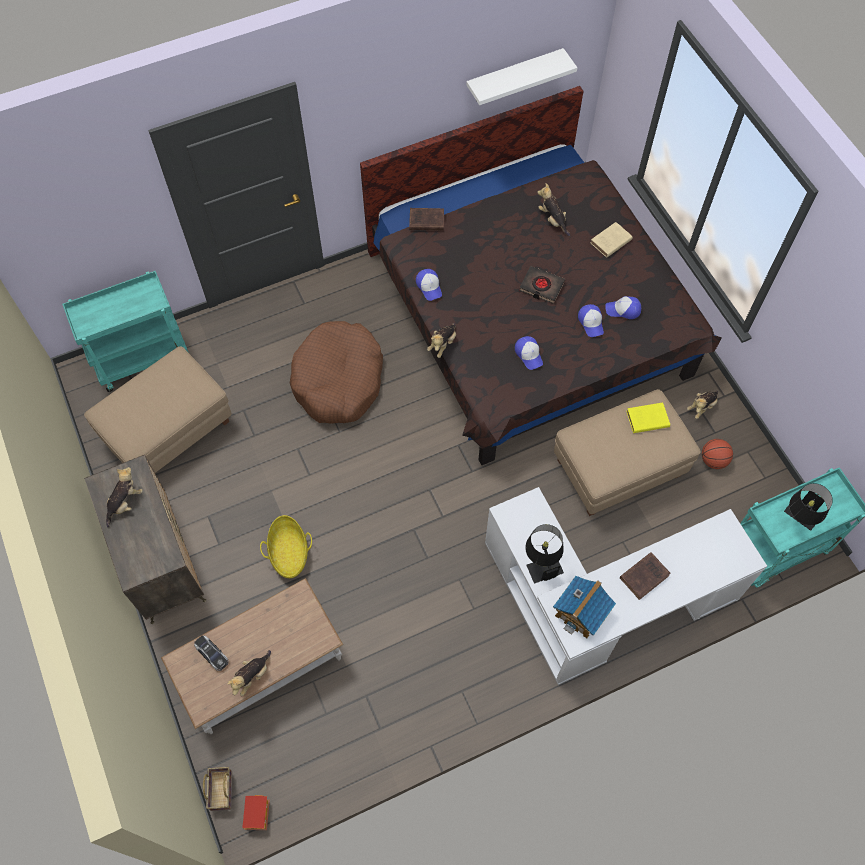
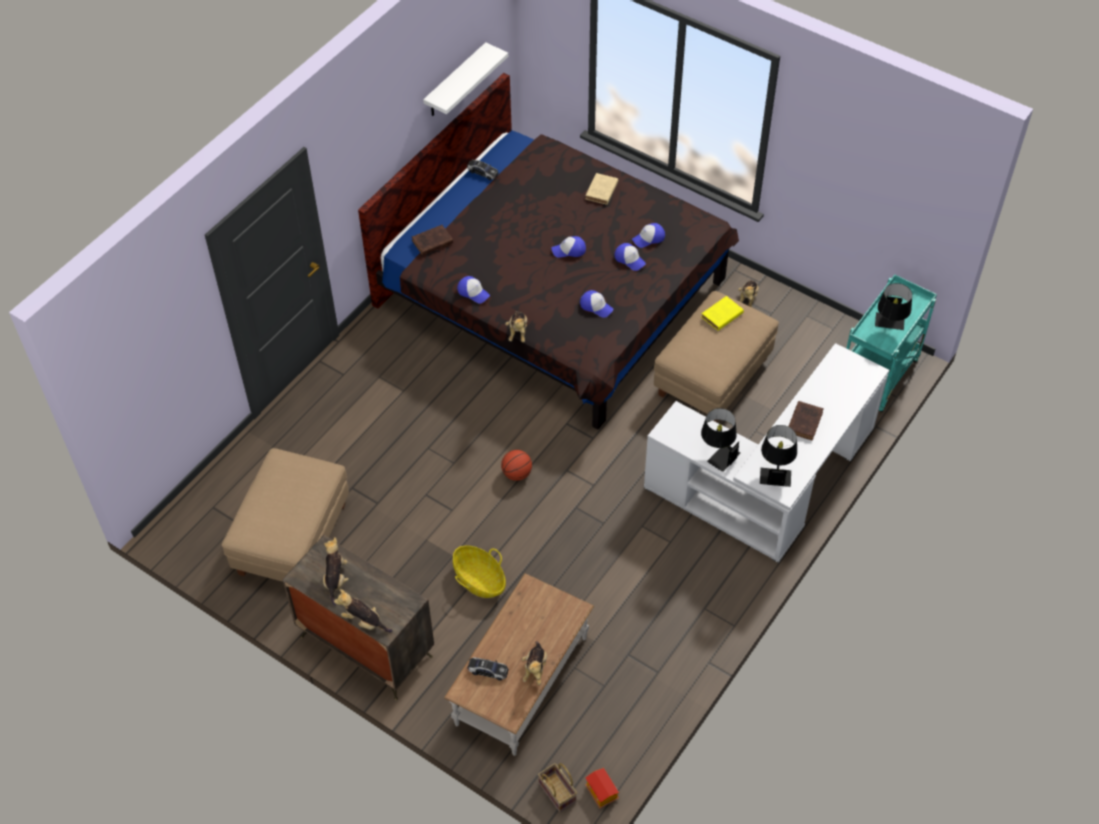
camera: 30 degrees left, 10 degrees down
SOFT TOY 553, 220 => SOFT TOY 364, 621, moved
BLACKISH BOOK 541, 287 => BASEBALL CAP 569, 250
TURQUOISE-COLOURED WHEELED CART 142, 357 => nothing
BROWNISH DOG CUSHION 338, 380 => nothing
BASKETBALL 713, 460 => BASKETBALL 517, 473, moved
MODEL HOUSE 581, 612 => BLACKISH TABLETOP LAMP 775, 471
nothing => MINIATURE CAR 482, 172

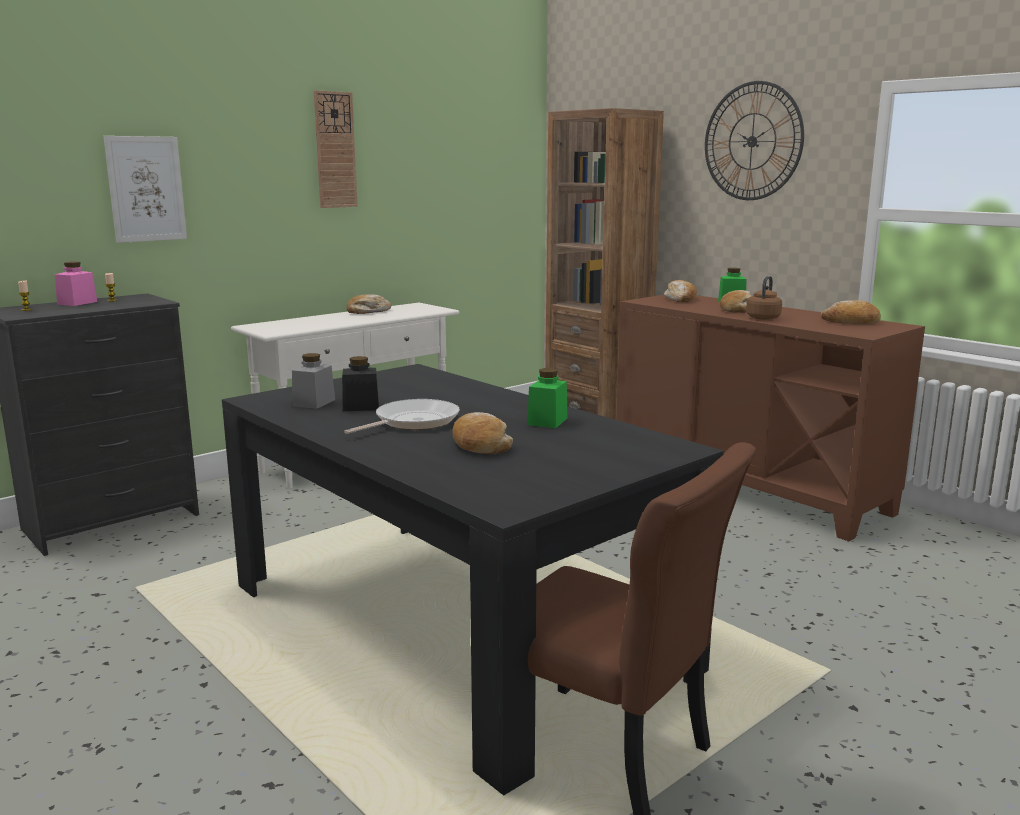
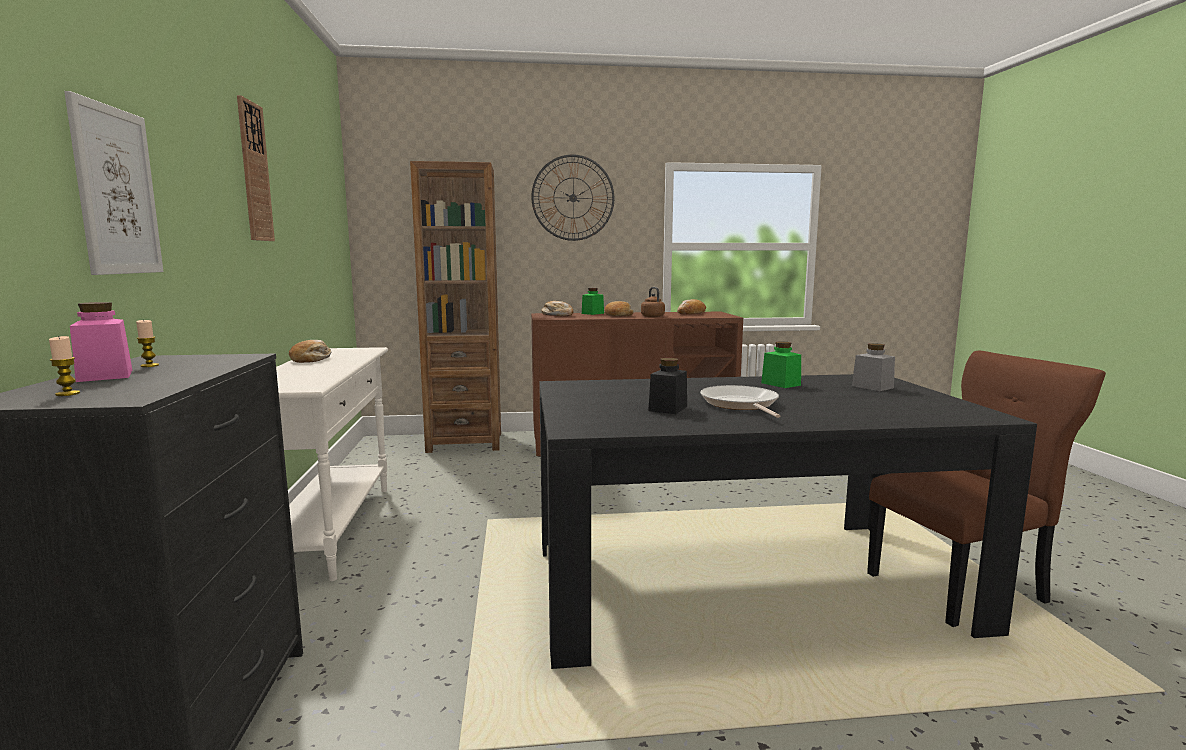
camera: 55 degrees left, 5 degrees down
GREY STORAGE JAR 314, 403 => GREY STORAGE JAR 872, 387, moved
BREAD 480, 445 => nothing

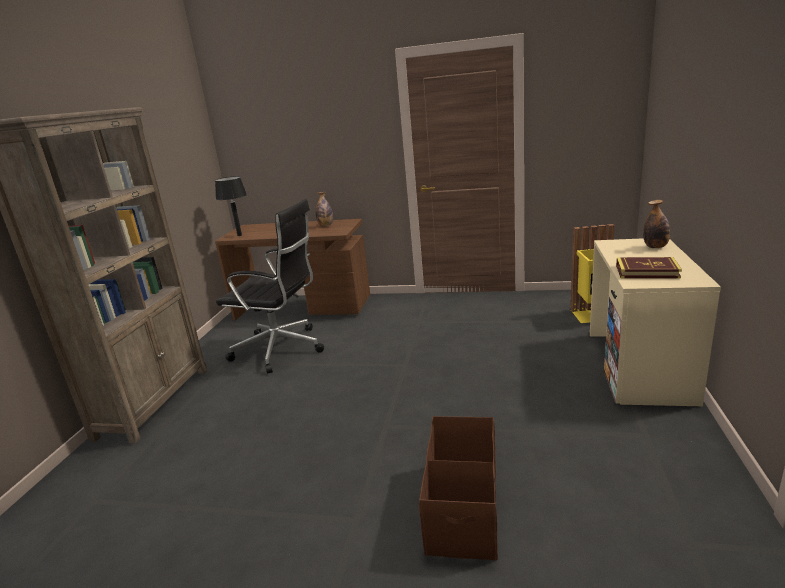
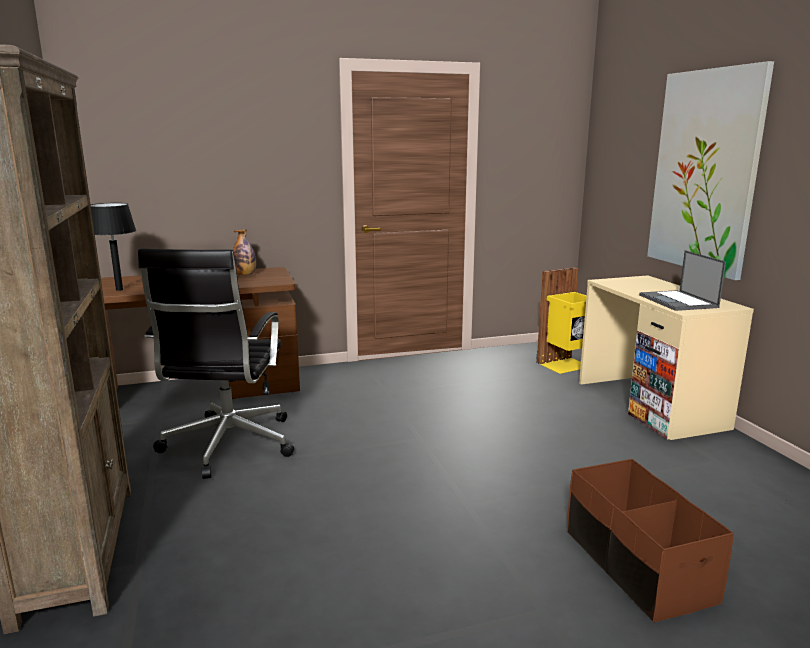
camera: 30 degrees left, 5 degrees down
BLACKISH DESK CHAIR 281, 349 => BLACKISH DESK CHAIR 227, 446, 105 degrees clockwise
BEVERAGE BOTTLE 655, 247 => nothing
BOOK 646, 271 => LAPTOP 678, 301
nothing => WALL PICTURE 704, 172

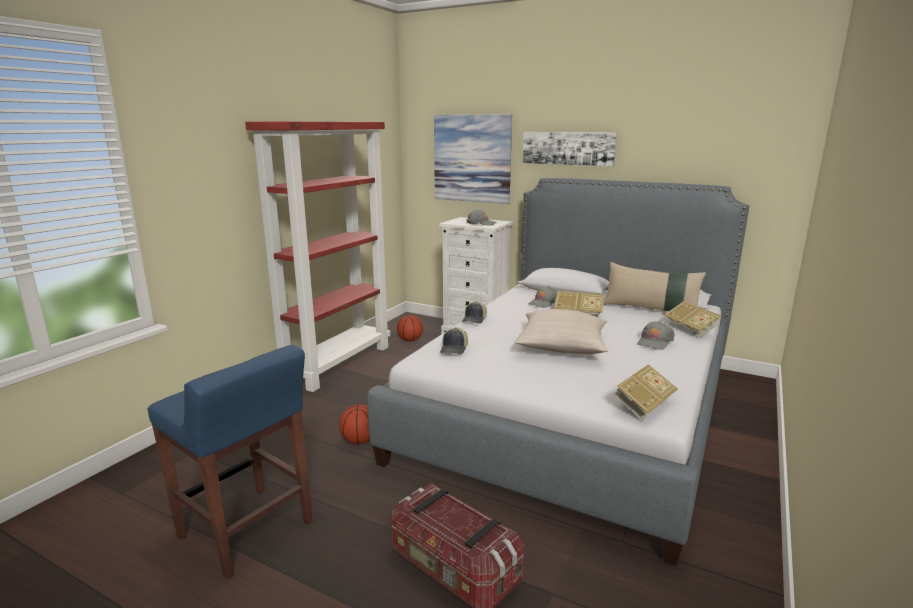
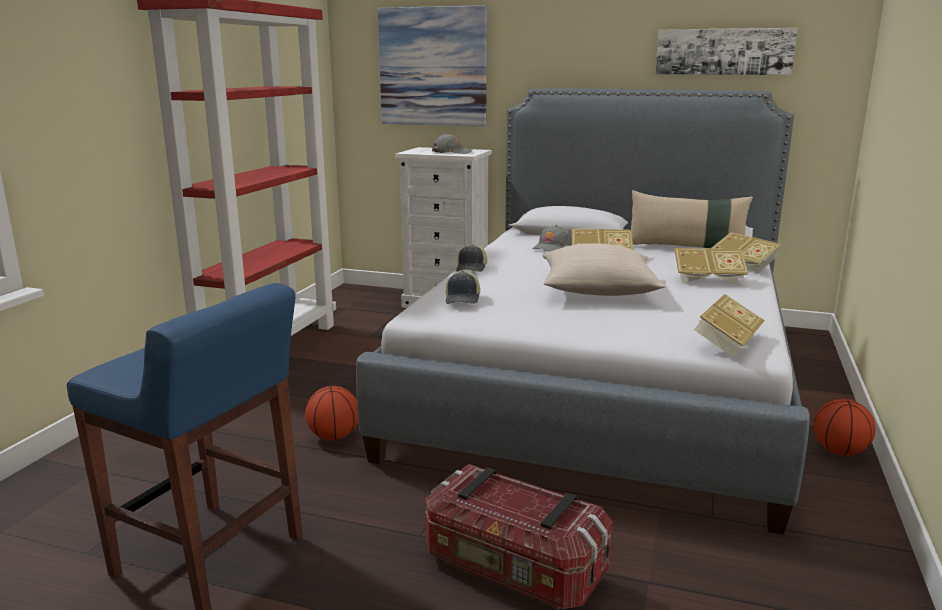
camera: 10 degrees left, 0 degrees up
WALL PICTURE 568, 148 => WALL PICTURE 723, 51, moved
BASKETBALL 410, 340 => BASKETBALL 840, 452, moved
GREY BASEBALL CAP 654, 342 => BOOK 707, 280

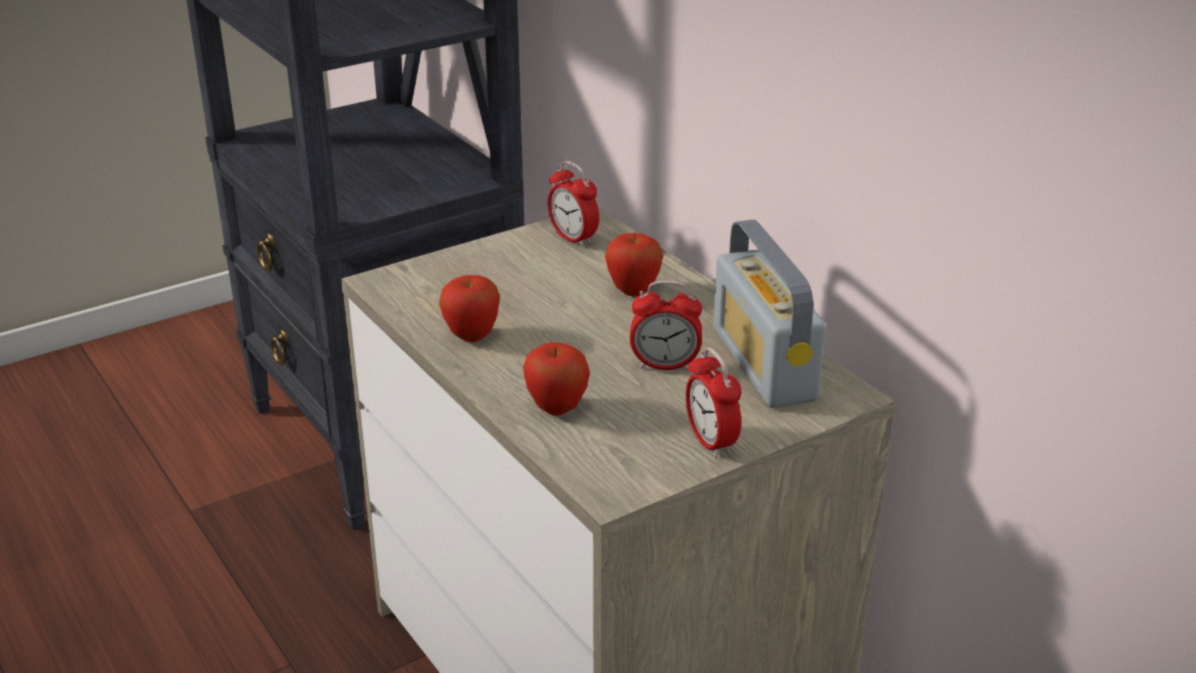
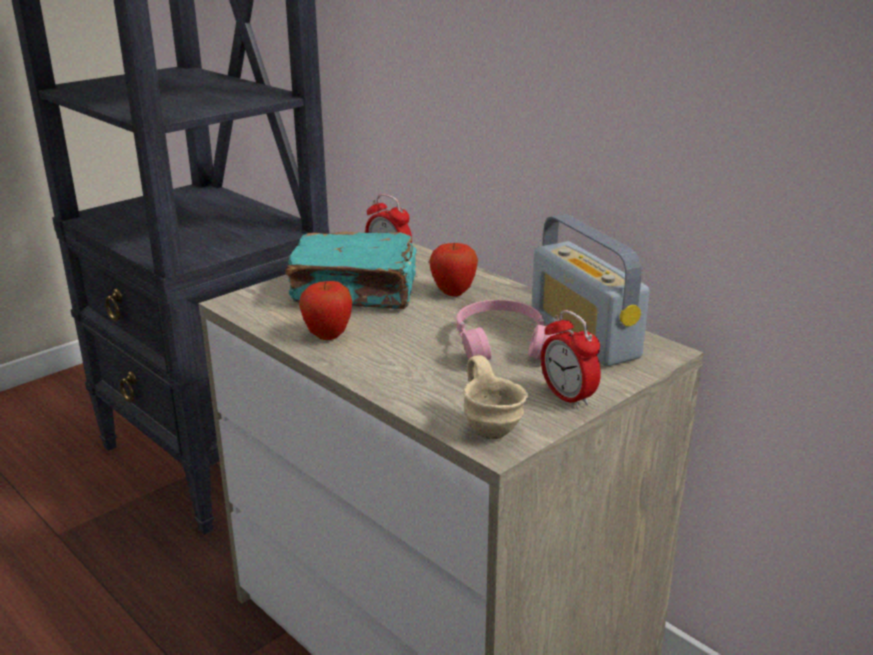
camera: 10 degrees left, 5 degrees down
BEDSIDE CLOCK 665, 366 => PINK PAIR OF HEADPHONES 502, 343
APPLE FRUIT 556, 409 => nothing
nothing => TURQUOISE-COLOURED BOOK 356, 293
nothing => SAND-COLOURED MUG 493, 428

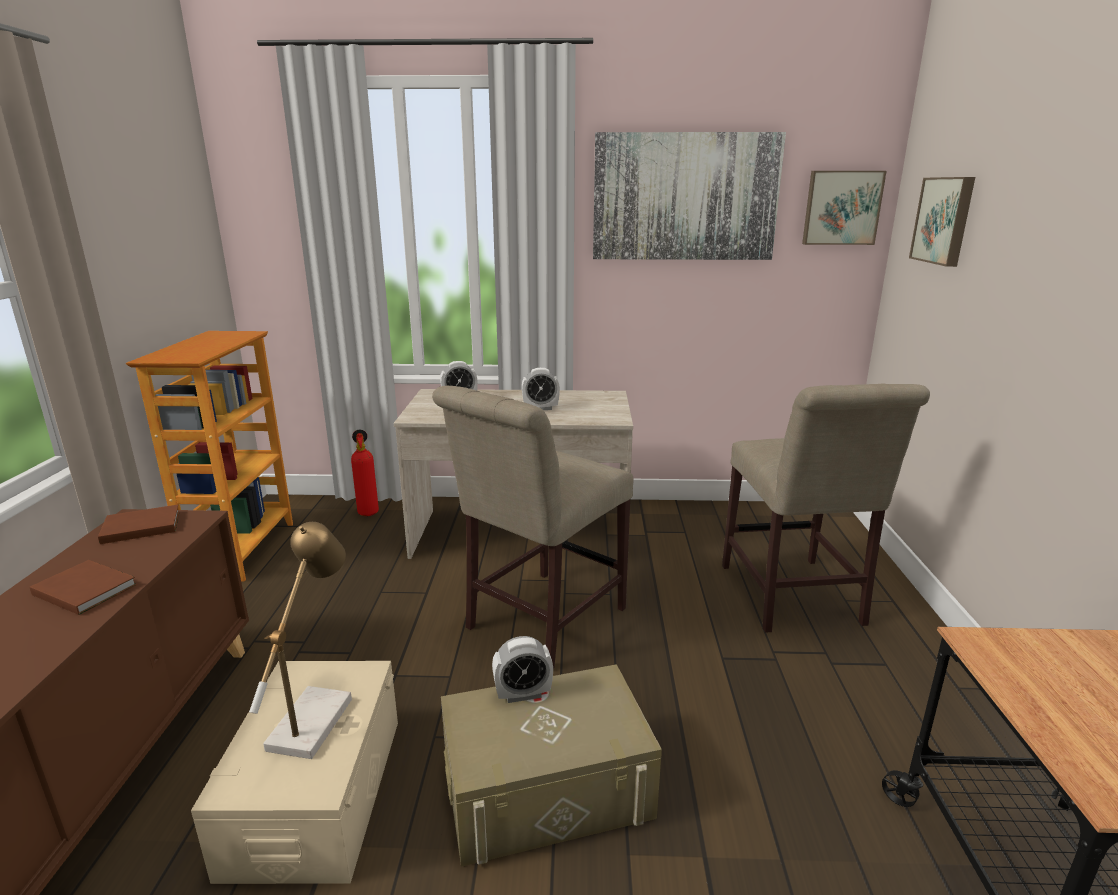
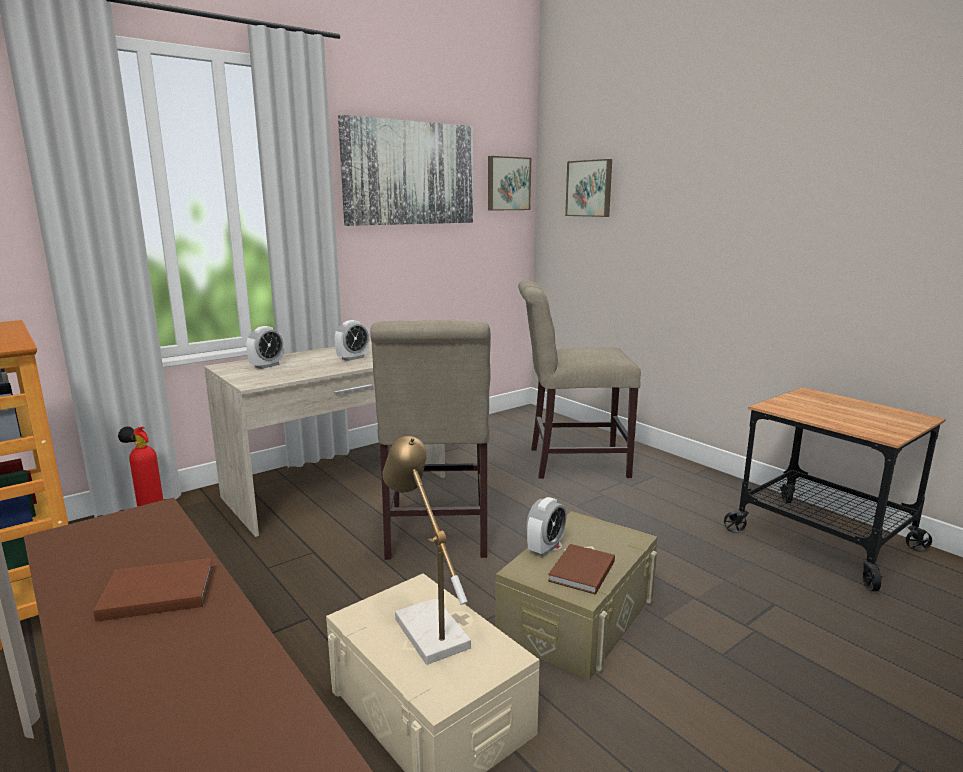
camera: 40 degrees left, 5 degrees down
SAND-COLOURED UPRIGHT CHAIR 793, 599 => SAND-COLOURED UPRIGHT CHAIR 571, 462, 135 degrees clockwise
BROWNISH BOOK 139, 527 => BROWNISH BOOK 580, 572, moved

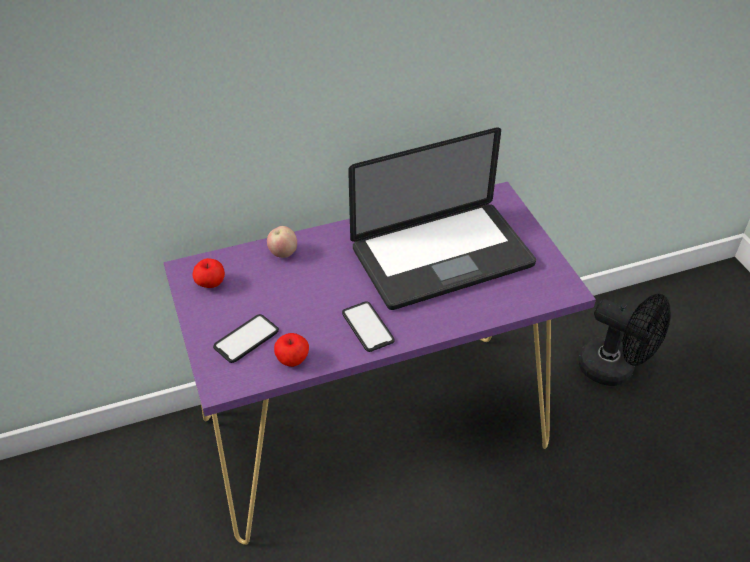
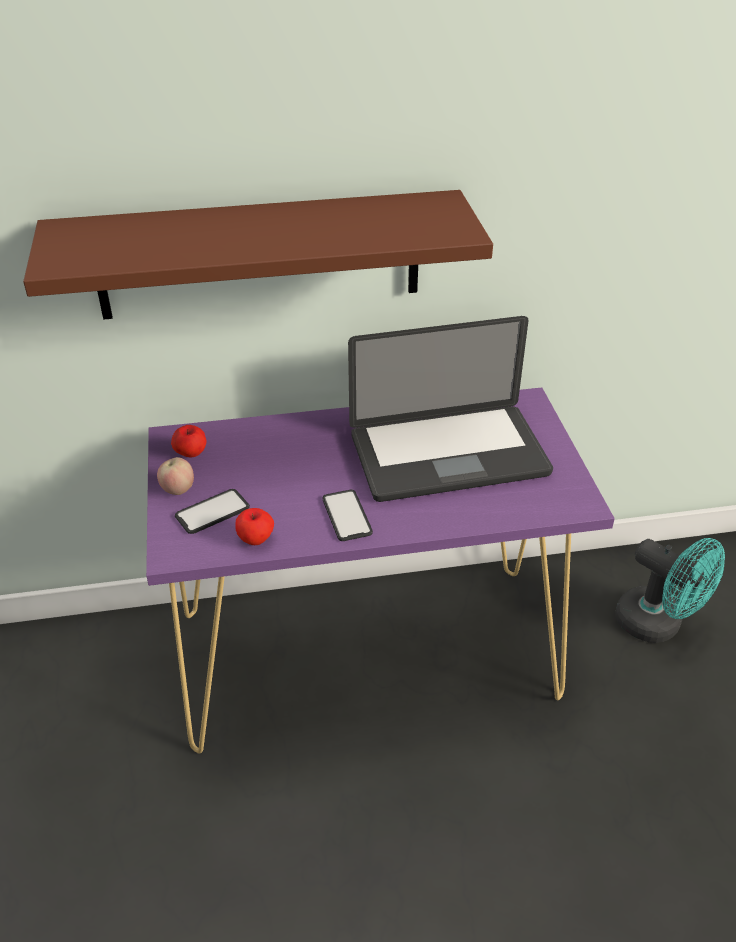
camera: 10 degrees right, 5 degrees down
APPLE FRUIT 283, 253 => APPLE FRUIT 178, 490, moved
BLACKISH COOLING FAN 615, 369 => TURQUOISE-COLOURED COOLING FAN 658, 625
nothing => BROWNISH WALL SHELF 259, 255

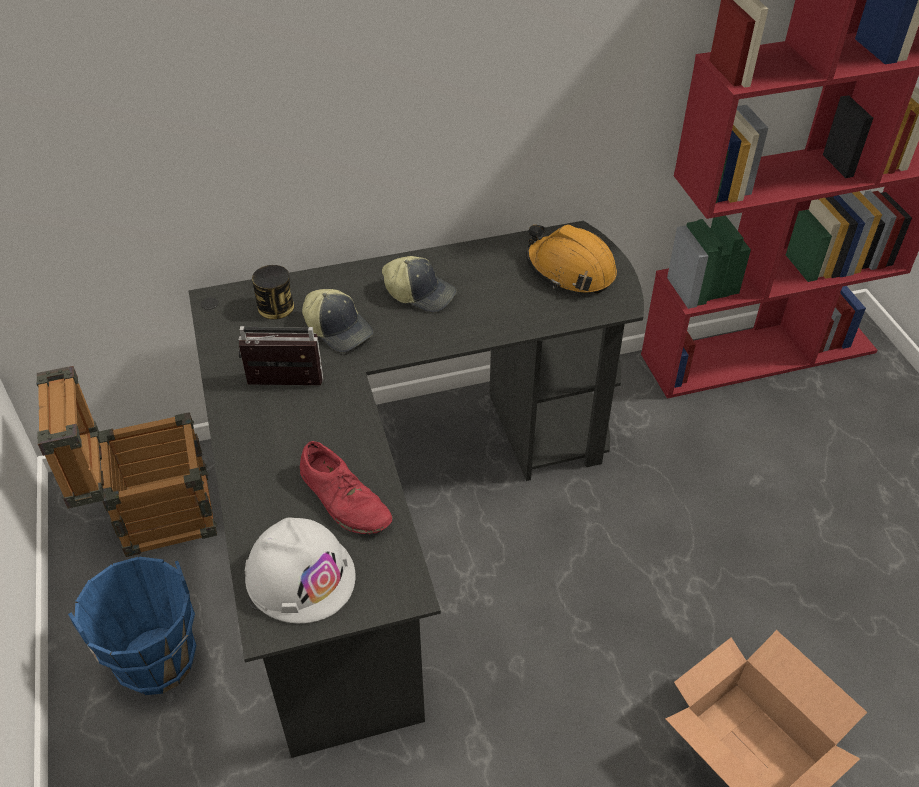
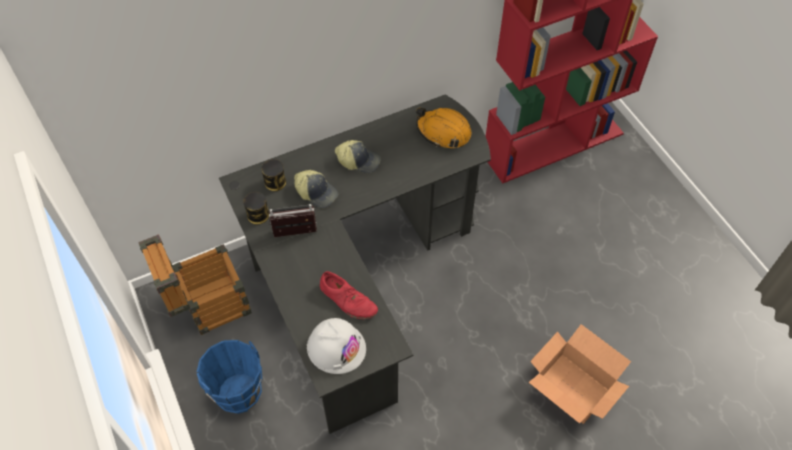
camera: 10 degrees left, 10 degrees up
nothing => METAL CAN 258, 215

